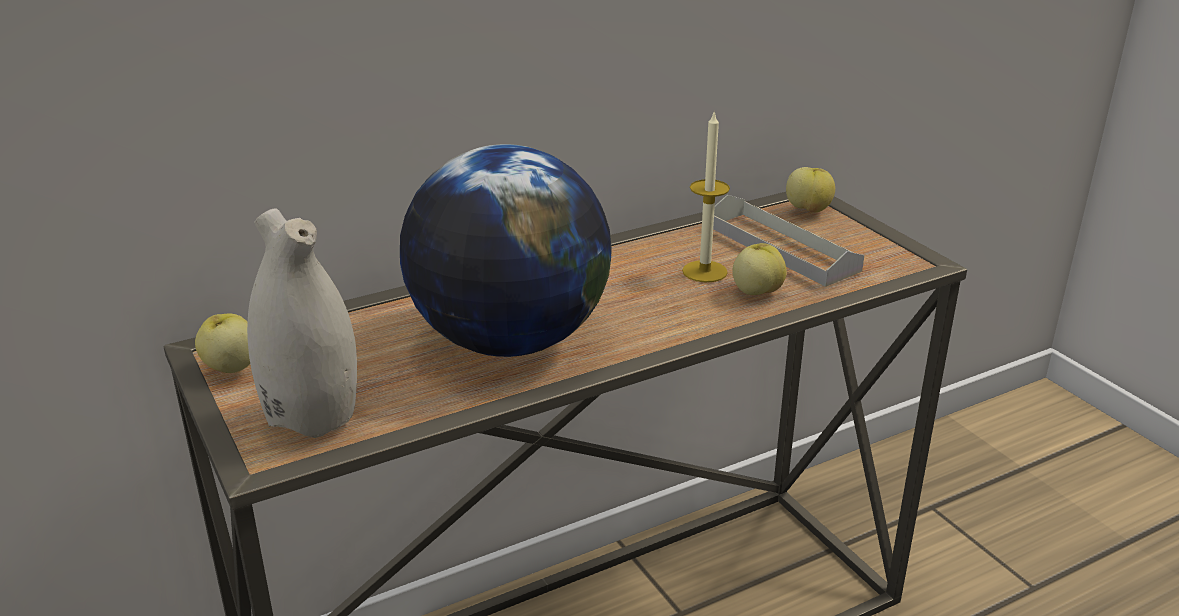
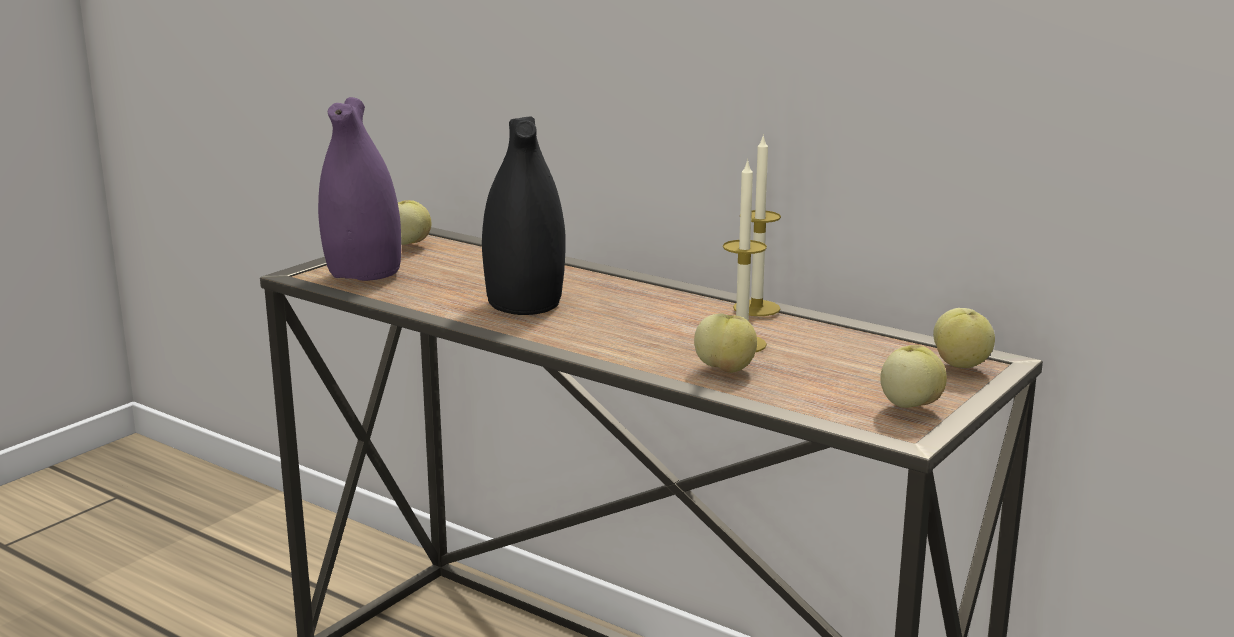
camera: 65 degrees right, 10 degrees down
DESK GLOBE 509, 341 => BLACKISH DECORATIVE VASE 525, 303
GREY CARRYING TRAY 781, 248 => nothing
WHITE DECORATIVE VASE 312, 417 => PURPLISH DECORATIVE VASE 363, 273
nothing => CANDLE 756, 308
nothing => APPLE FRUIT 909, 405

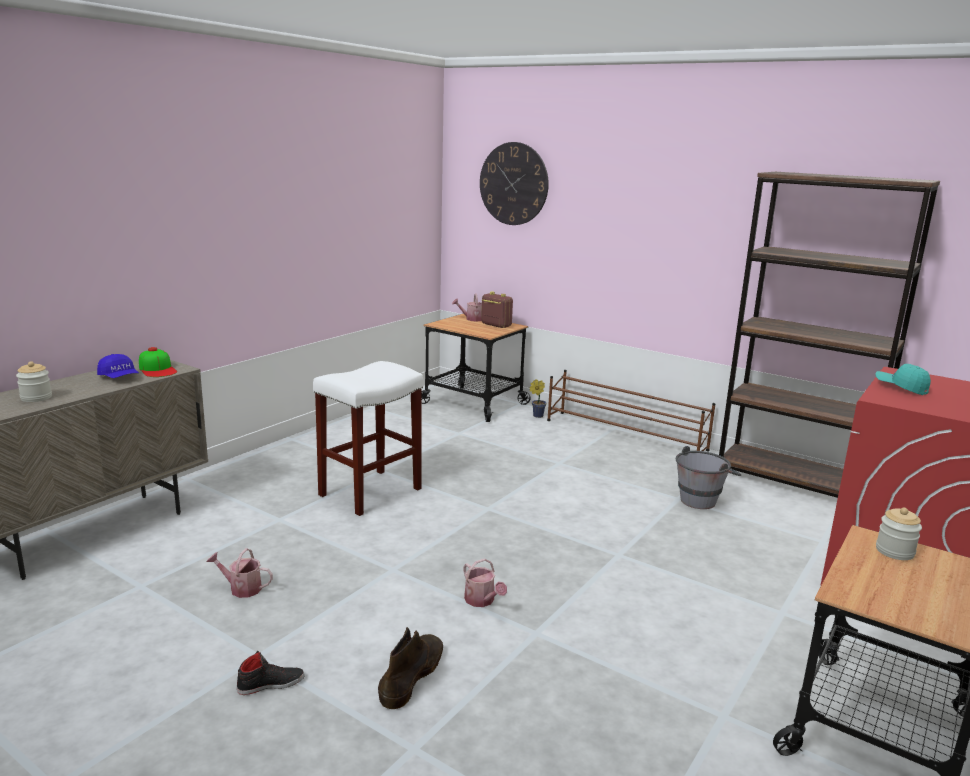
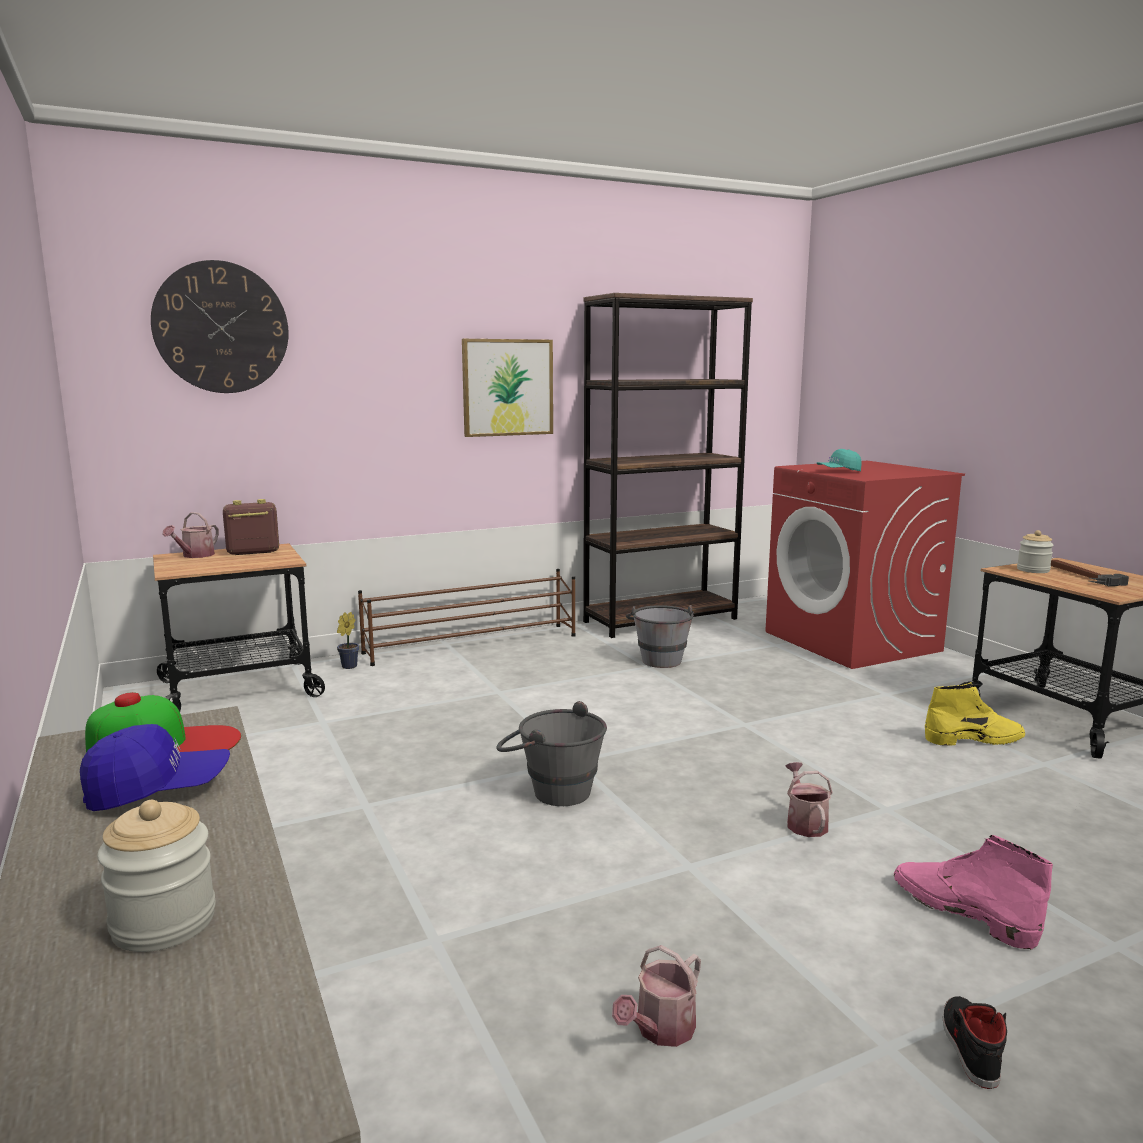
camera: 60 degrees left, 5 degrees down
WHITE SITTING STOOL 370, 492 => nothing
WATERING CAN 482, 601 => WATERING CAN 805, 823, 90 degrees counterclockwise
BROWNISH BOOT 412, 675 => PINK BOOT 961, 911
nothing => WALL PICTURE 507, 387
nothing => HAND HAMMER 1081, 576
nothing => YELLOWISH BOOT 974, 739
nothing => GREY WATER BUCKET 551, 790

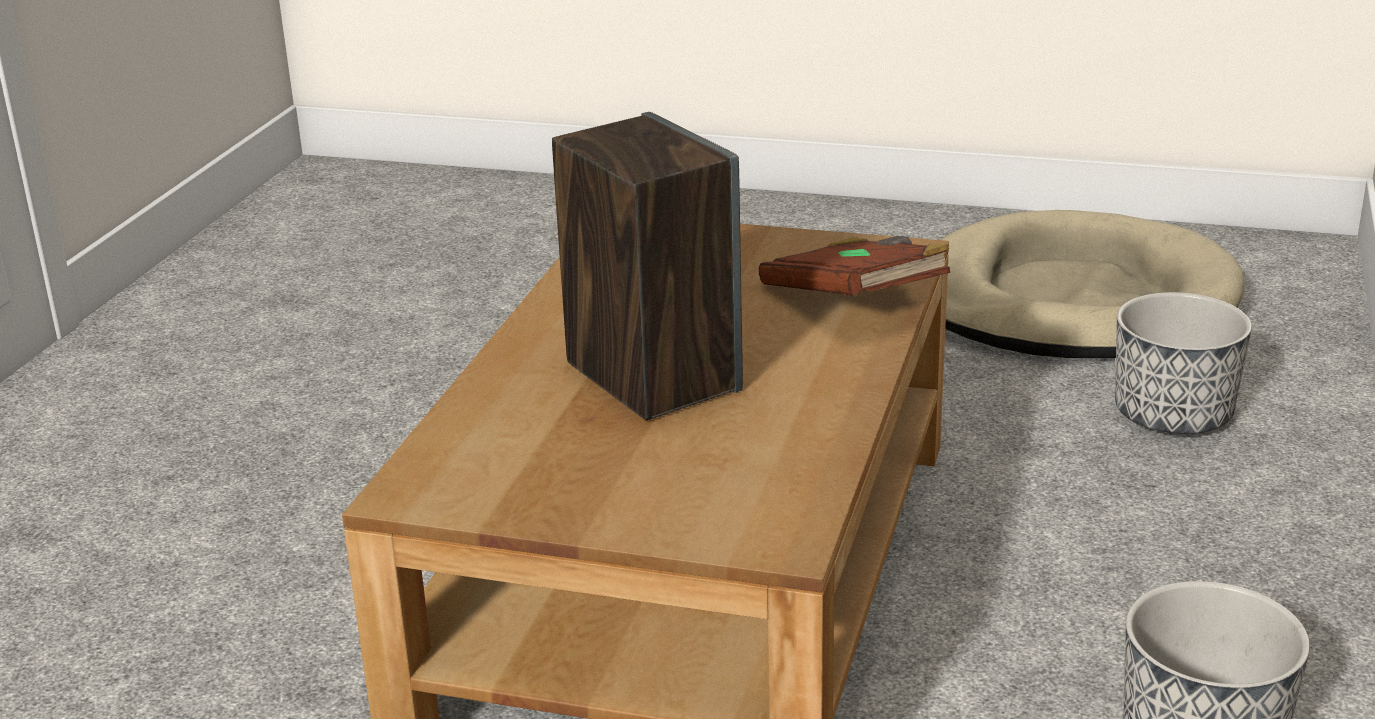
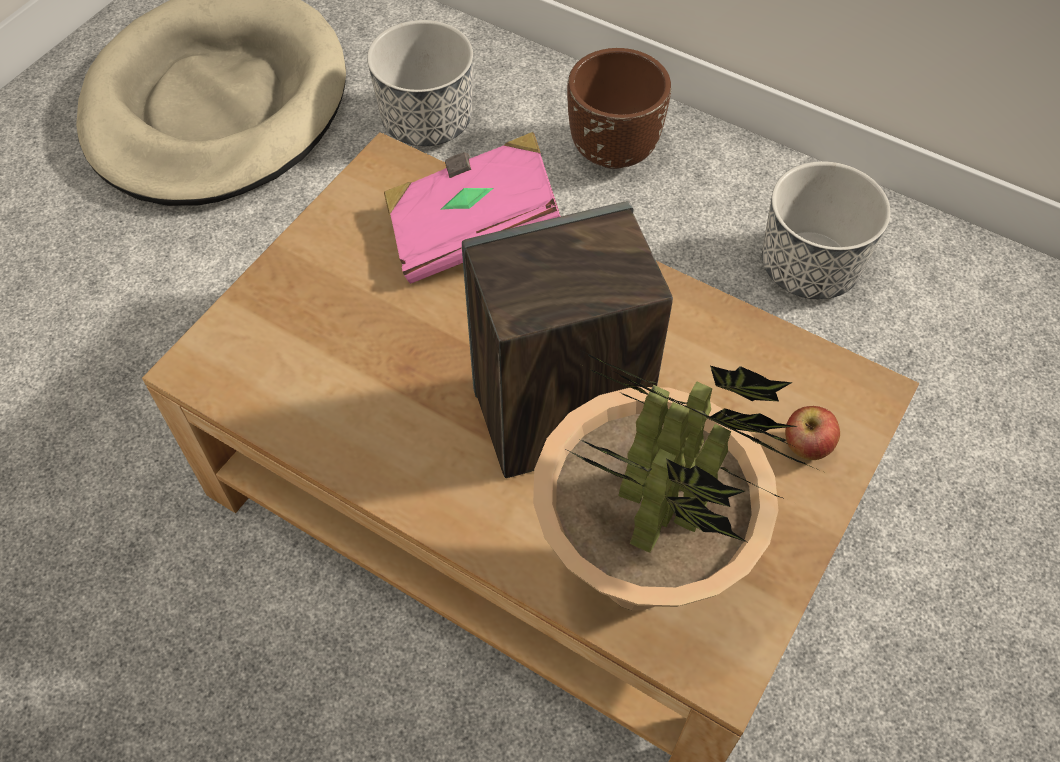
camera: 75 degrees left, 30 degrees up
BROWNISH BOOK 854, 301 => PINK BOOK 472, 230
nothing => BROWNISH PLANT POT 613, 150
nothing => HOUSEPLANT 637, 579
nothing => APPLE FRUIT 805, 447

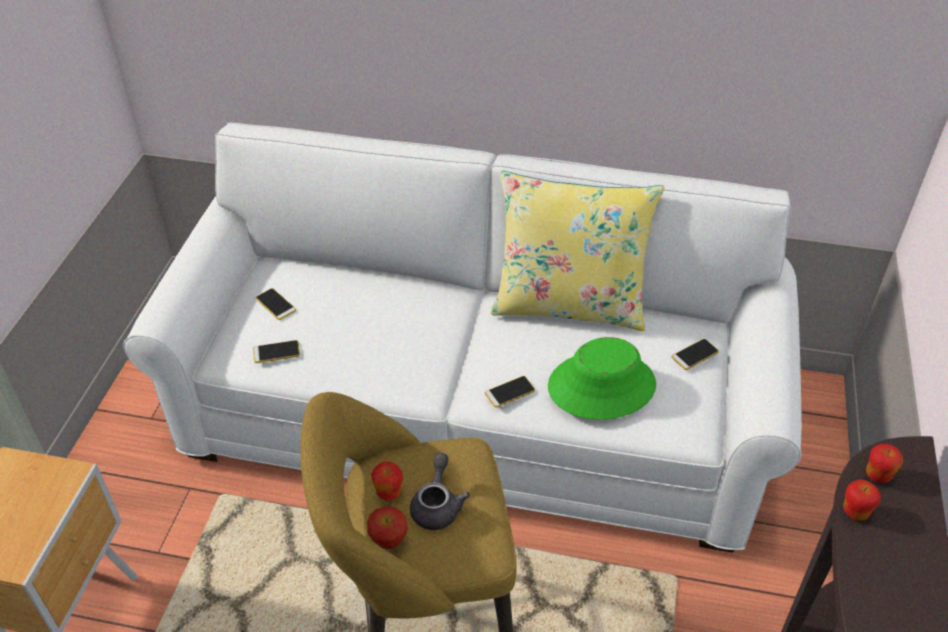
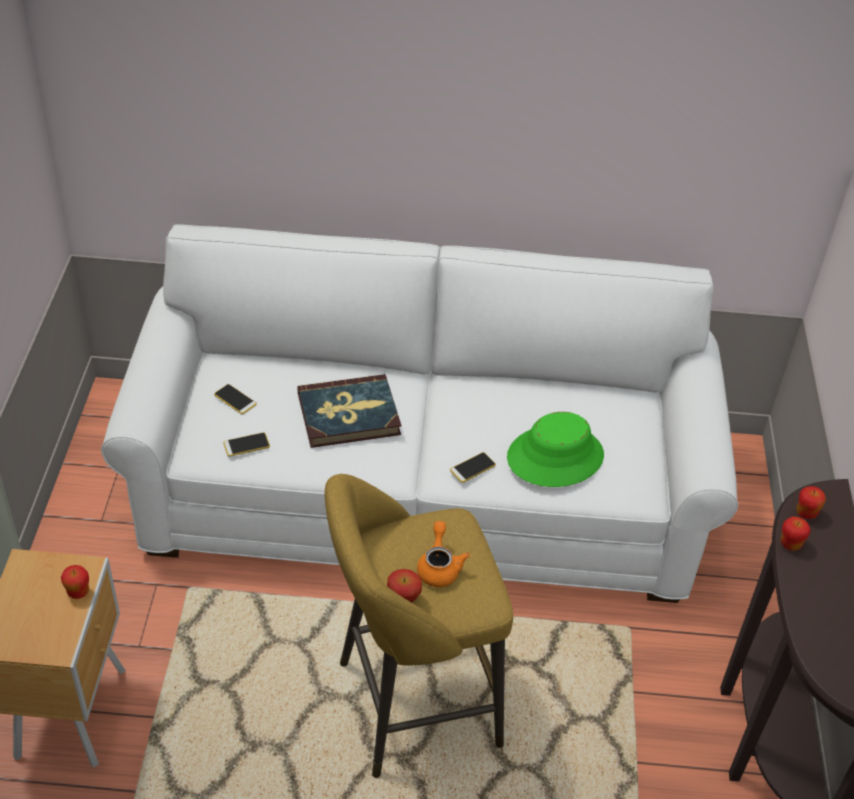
camera: 10 degrees left, 0 degrees up
YELLOWISH THROW PILLOW 569, 304 => nothing
TELEPHONE 695, 354 => nothing
GREY TEA POT 437, 505 => ORANGE TEA POT 439, 567
APPLE FRUIT 388, 493 => APPLE FRUIT 78, 592, moved
nothing => BOOK 348, 415

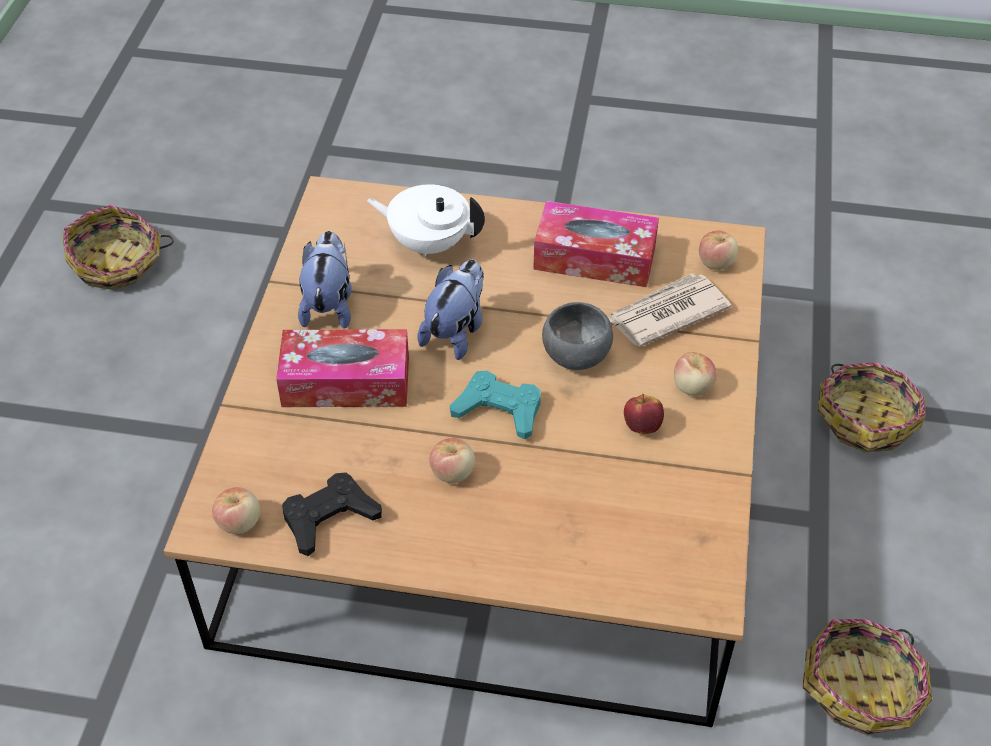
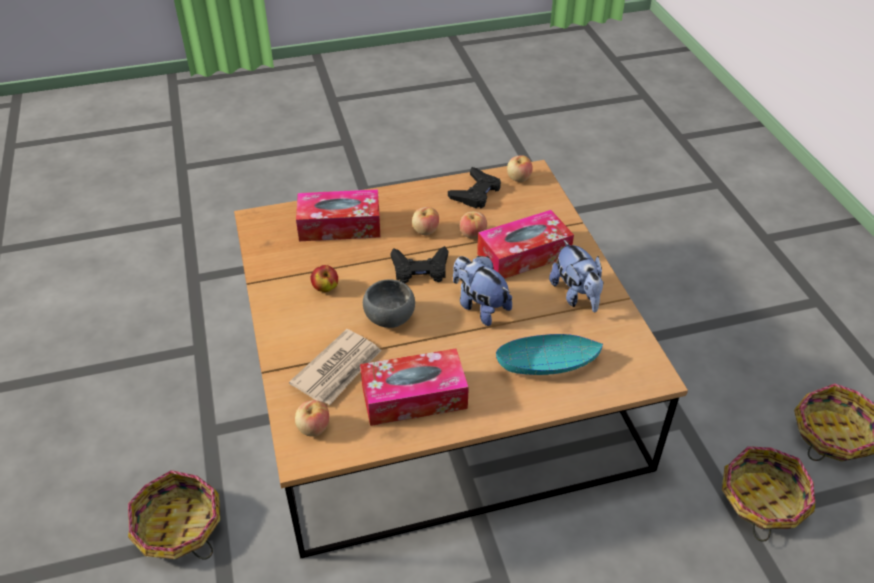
camera: 155 degrees right, 5 degrees down
WHITE TEA POT 428, 243 => TURQUOISE-COLOURED DEEP DISH 547, 364
SOFT TOY 456, 331 => SOFT TOY 479, 306, 135 degrees clockwise
APPLE FRUIT 692, 387 => APPLE FRUIT 472, 234, moved
TURQUOISE-COLOURED GAMEPAD 499, 410 => BLACKISH GAMEPAD 420, 269
HOUSEHOLD BASKET 863, 688 => HOUSEHOLD BASKET 761, 500, moved
nothing => TISSUE HOLDER 340, 225

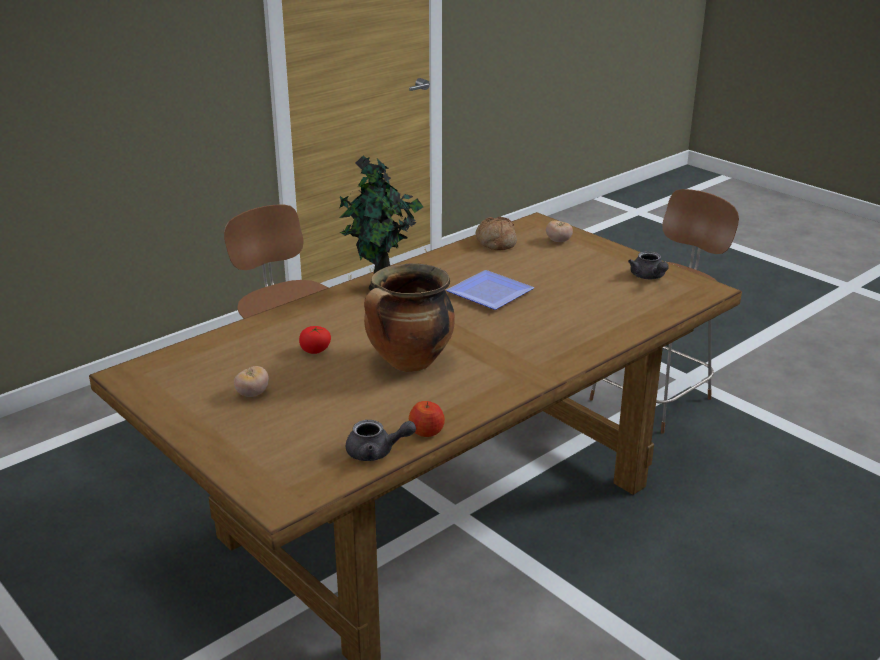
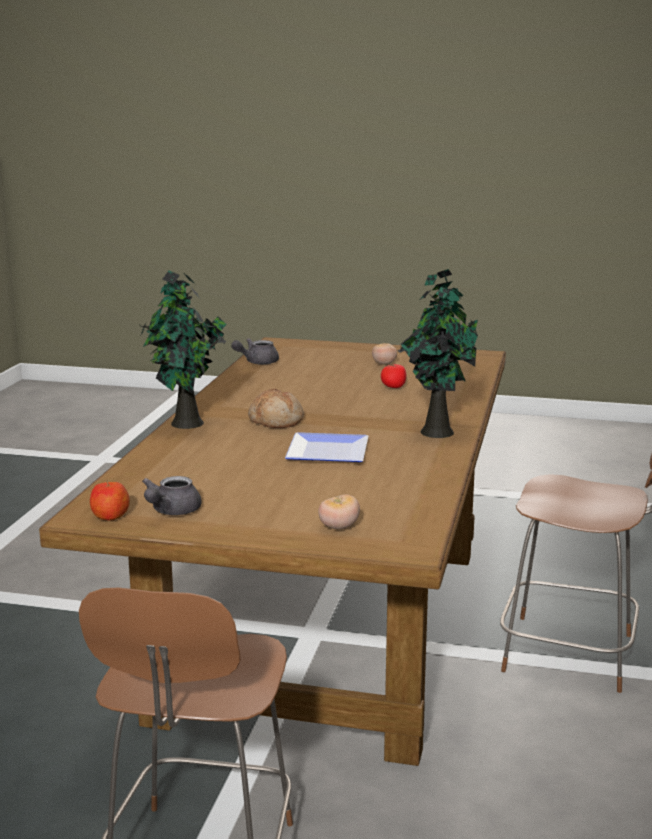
camera: 145 degrees right, 10 degrees down
BREAD 495, 242 => BREAD 276, 421, moved
GREY TEA POT 649, 277 => GREY TEA POT 171, 511, 105 degrees counterclockwise
SAUCEPOT 409, 363 => nothing
APPLE FRUIT 427, 431 => APPLE FRUIT 110, 516, moved
nothing => HOUSEPLANT 187, 424

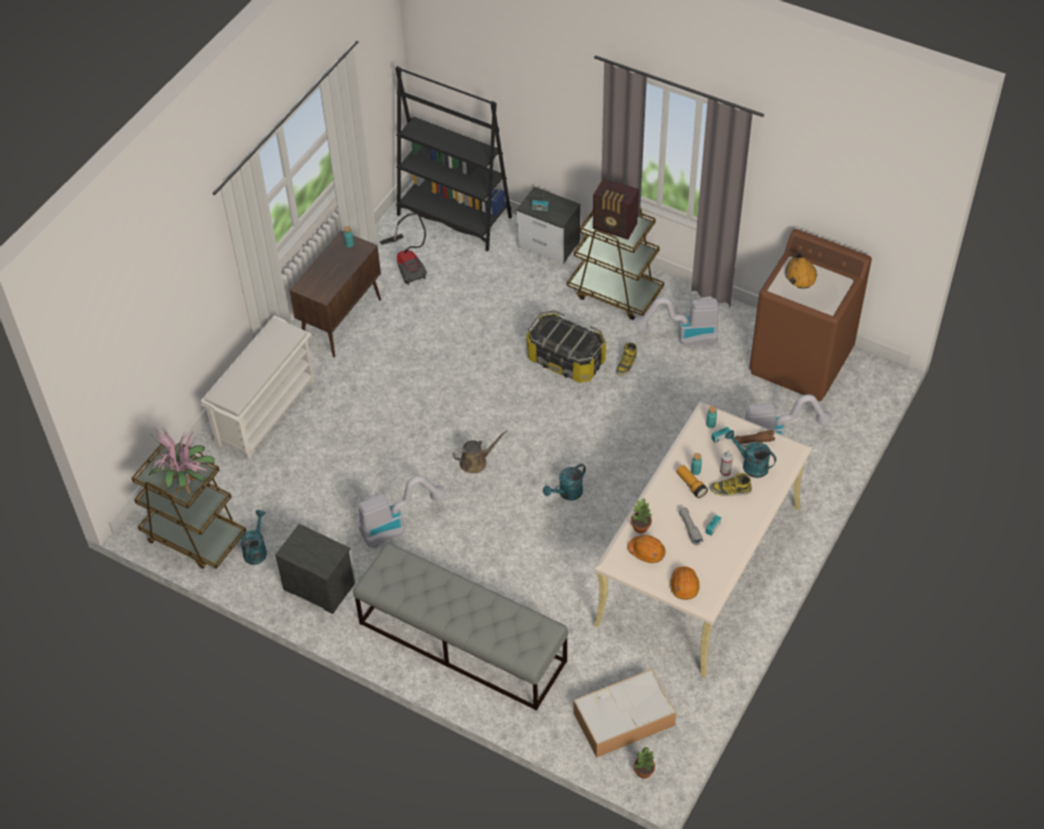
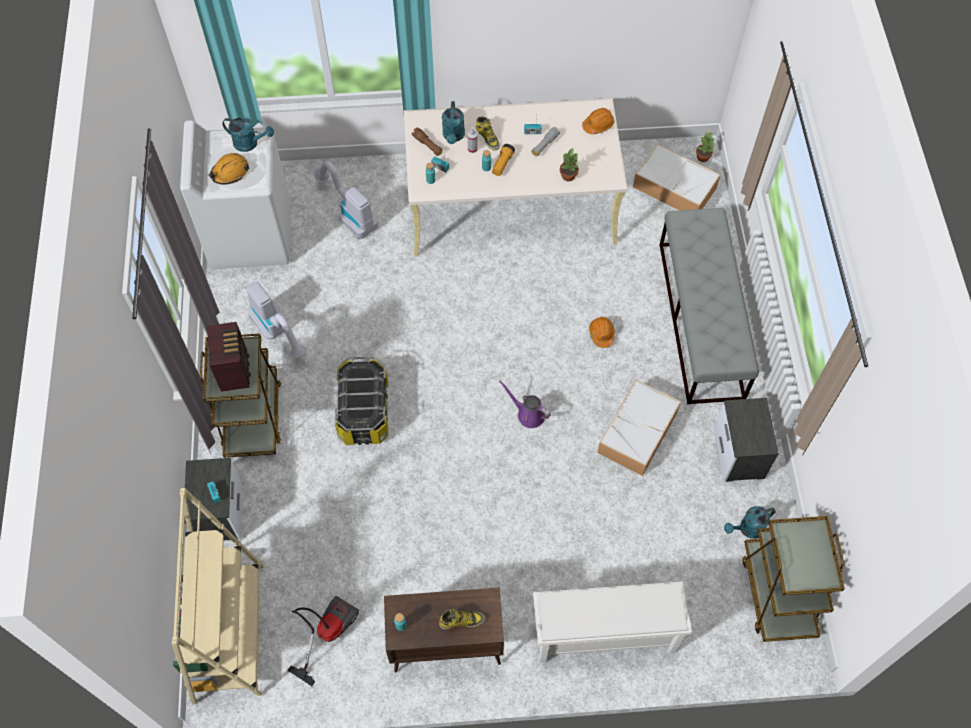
camera: 125 degrees left, 10 degrees up
BLACKISH BOOKCASE 454, 216 => SAND-COLOURED BOOKCASE 229, 632
BROWNISH LAUNDRY MACHINE 801, 361 => WHITE LAUNDRY MACHINE 251, 235
BOOT 626, 364 => BOOT 462, 621, moved
HOUSEPLANT 186, 484 => nothing
BROWNISH WATERING CAN 476, 462 => PURPLISH WATERING CAN 528, 414
TURQUOISE-COLOURED WATERING CAN 567, 493 => TURQUOISE-COLOURED WATERING CAN 250, 143, moved
VACUUM CLEANER 397, 526 => STORAGE BOX 637, 433
ORANGE WORK HELMET 647, 552 => ORANGE WORK HELMET 601, 334, moved

